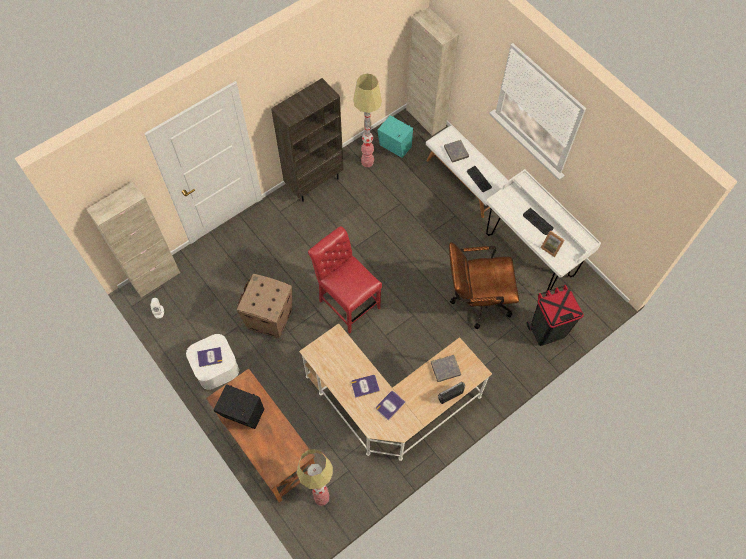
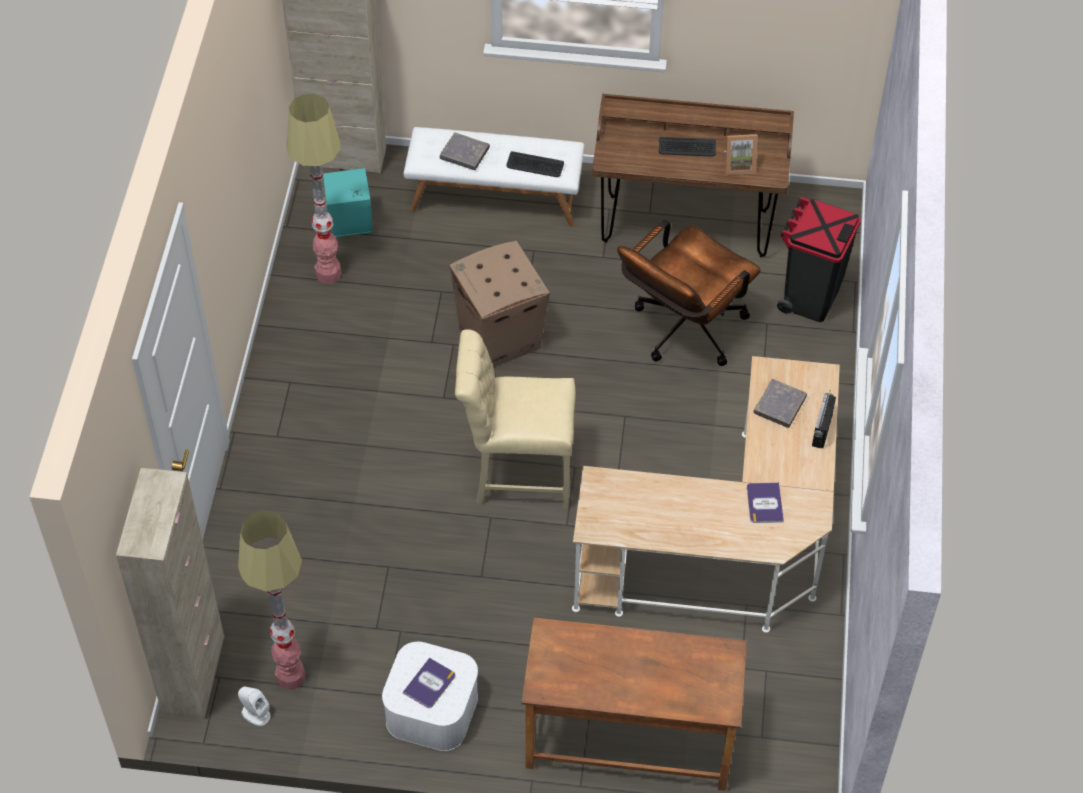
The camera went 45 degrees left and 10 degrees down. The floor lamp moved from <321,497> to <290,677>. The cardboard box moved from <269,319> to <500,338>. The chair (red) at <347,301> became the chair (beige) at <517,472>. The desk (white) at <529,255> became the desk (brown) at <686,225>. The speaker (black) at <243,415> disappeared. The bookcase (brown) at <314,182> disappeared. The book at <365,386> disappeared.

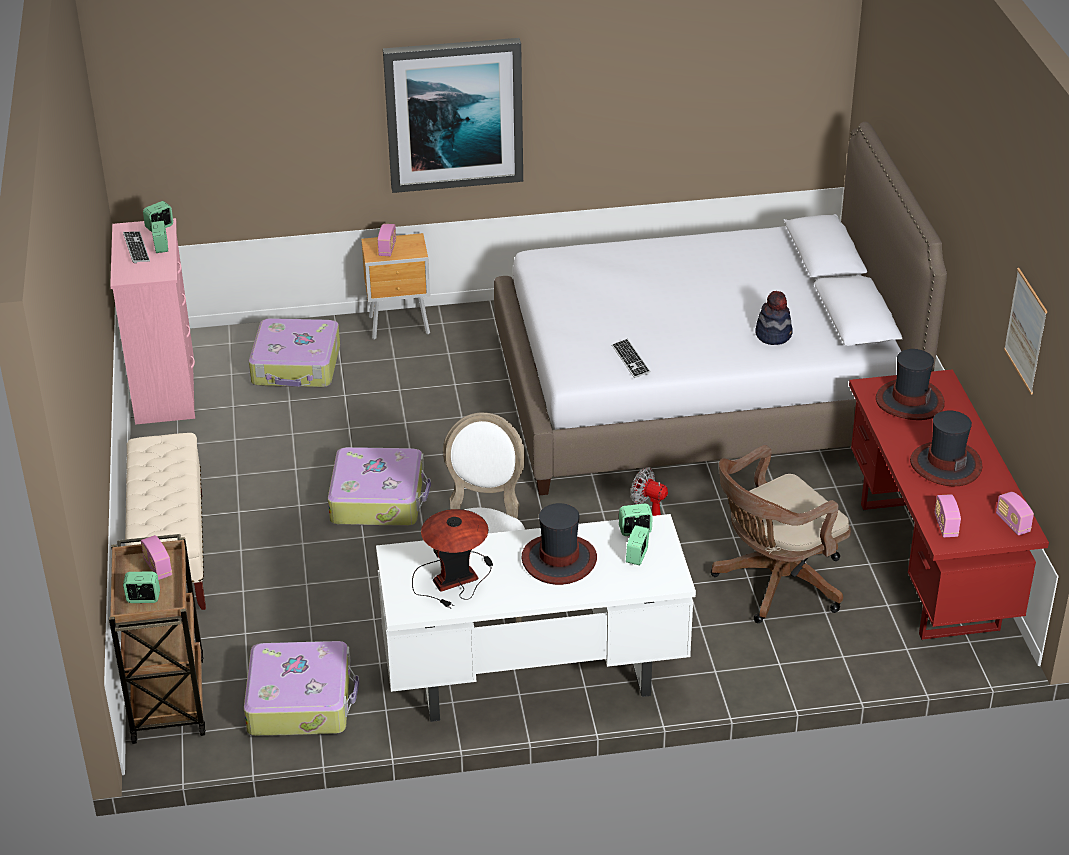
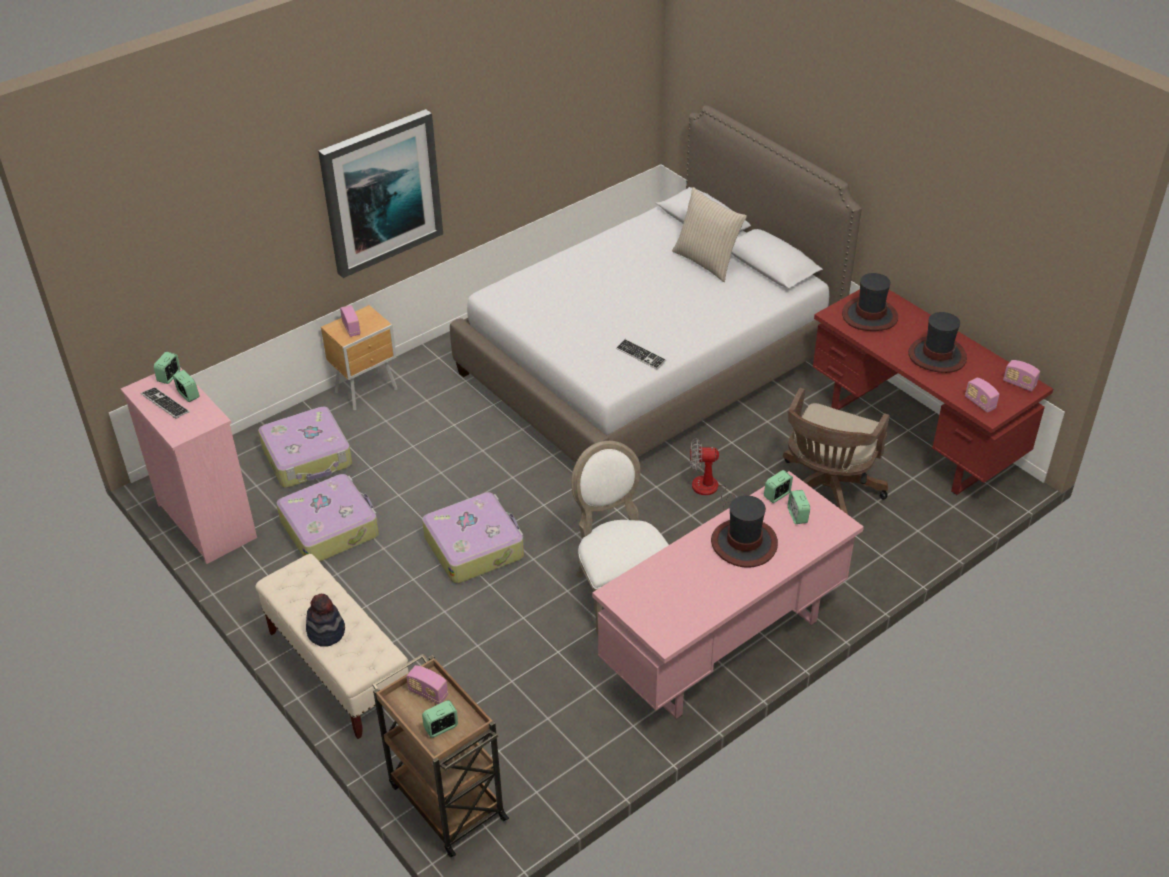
The camera went 30 degrees left and 5 degrees up. The suitcase moved from <301,700> to <330,527>. The hat moved from <773,334> to <326,631>. The desk (white) at <534,680> became the desk (pink) at <723,648>. The pillow (beige) at <706,262> appeared. The table lamp at <453,579> disappeared. The picture at <1025,331> disappeared.

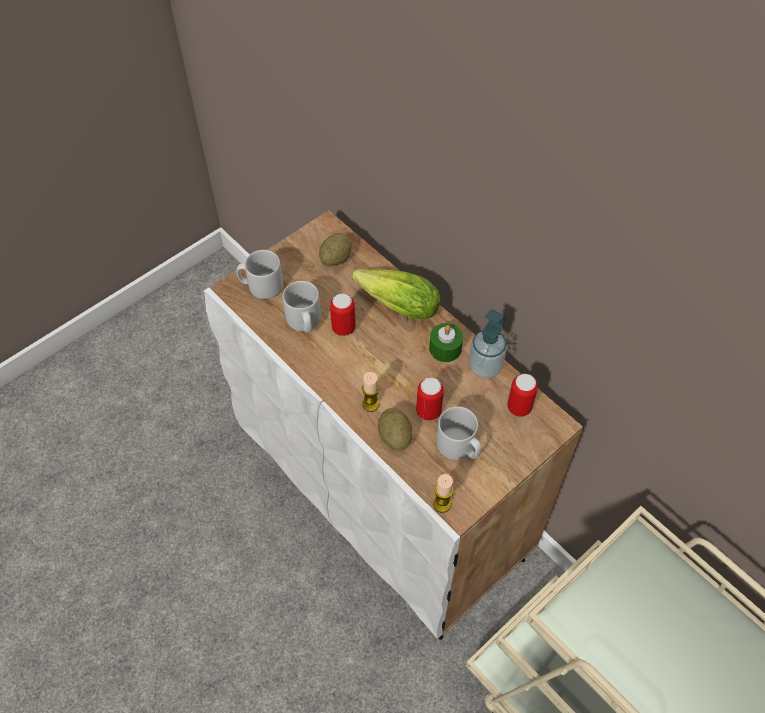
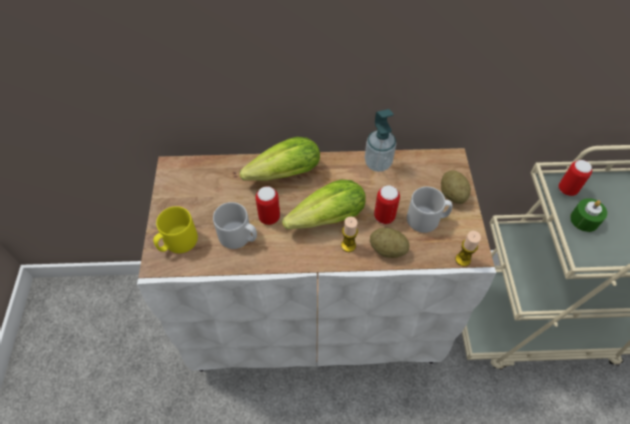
The camera went 50 degrees left and 0 degrees up. The mug (grey) at <261,286> became the mug (yellow) at <177,242>. The lettuce at <322,220> appeared. The potato moved from <336,259> to <452,194>. The can moved from <519,407> to <567,189>. The candle (green) moved from <445,348> to <584,220>.

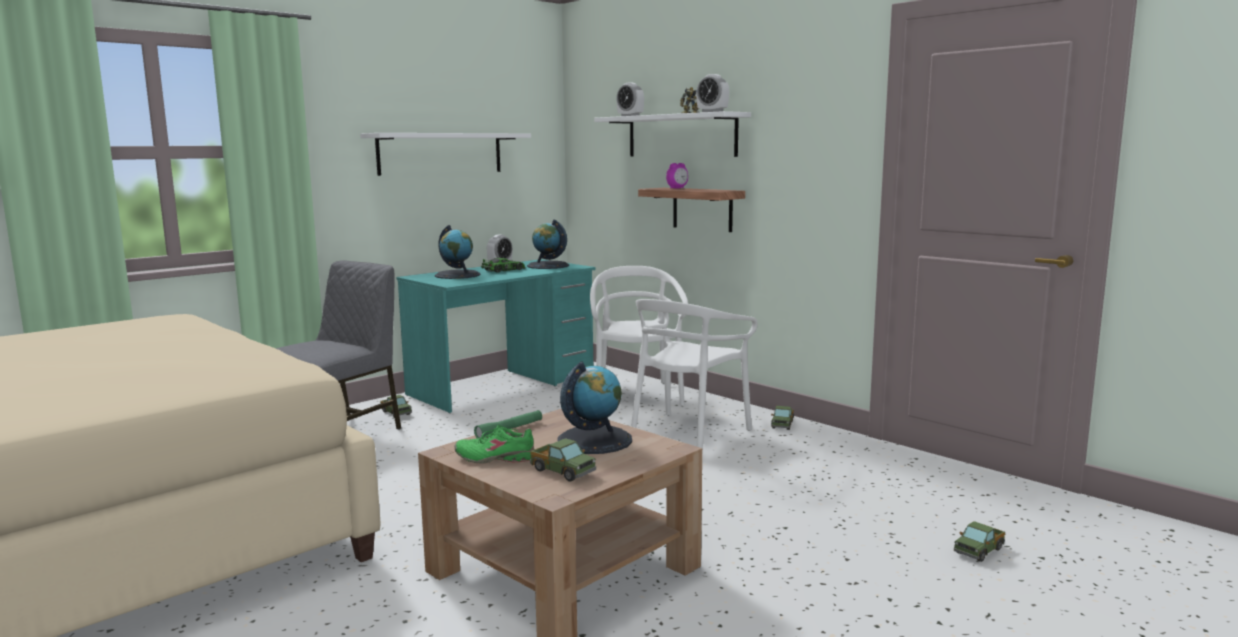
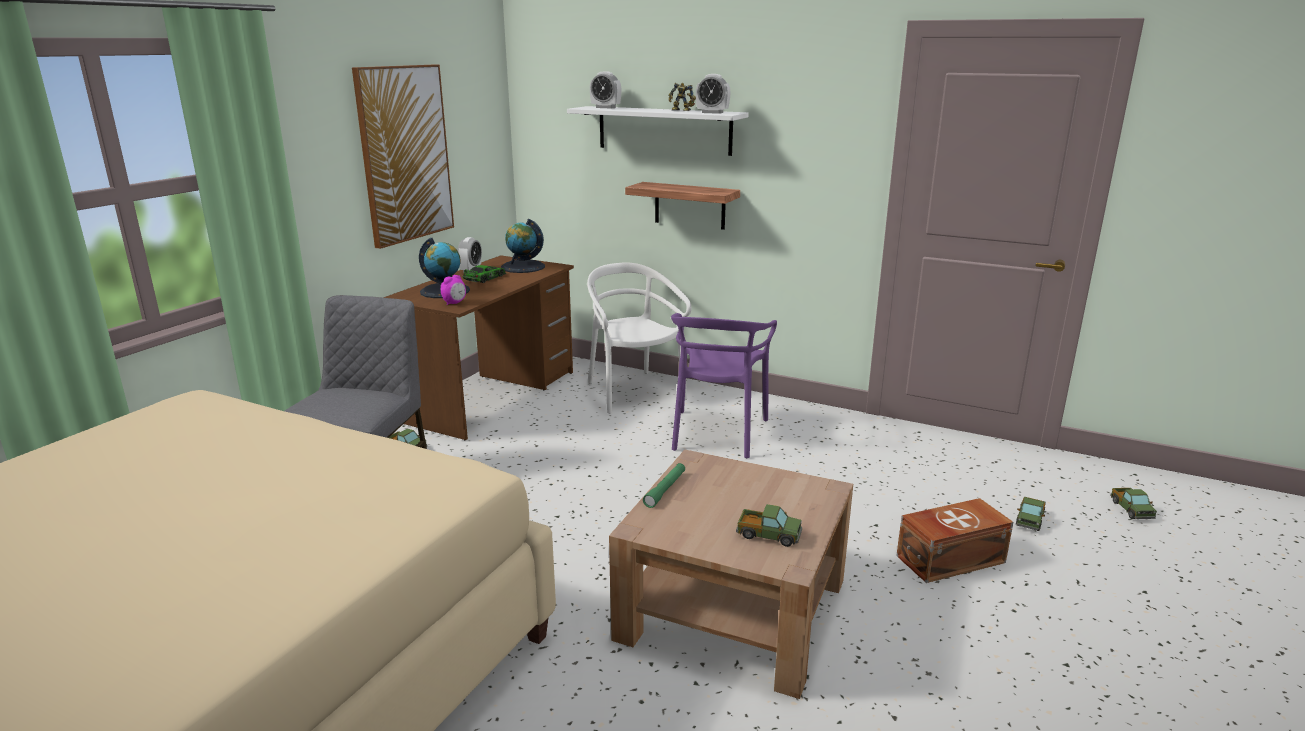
The camera went 20 degrees left and 10 degrees up. The shelf (white) at <441,153> was replaced by the picture at <405,154>. The desk (turquoise) at <503,385> became the desk (brown) at <490,396>. The alarm clock moved from <677,188> to <454,303>. The chair (white) at <688,434> became the chair (purple) at <717,433>. The storage box (brown) at <948,558> appeared. The toy truck moved from <782,424> to <1131,510>. The shoe (green) at <495,458> disappeared. The globe at <594,440> disappeared.

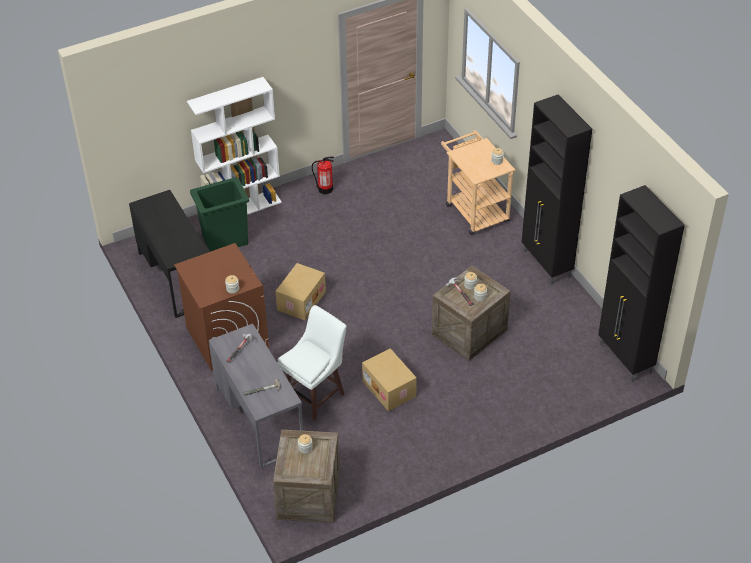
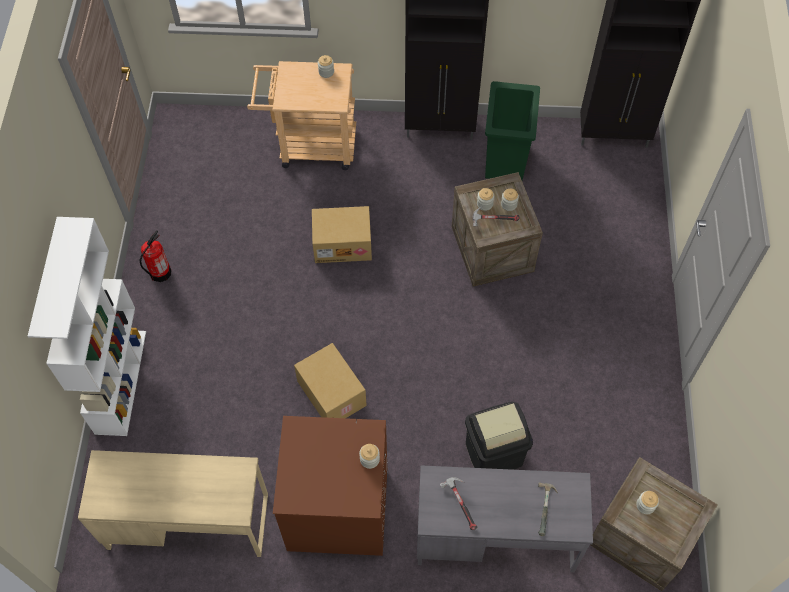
The camera went 60 degrees left and 15 degrees up. The desk (black) at <177,277> became the desk (beige) at <188,520>. The cardboard box moved from <390,389> to <343,243>. The stool (white) at <315,395> was replaced by the trash can (black) at <493,453>. The trash can (green) moved from <224,240> to <504,160>.

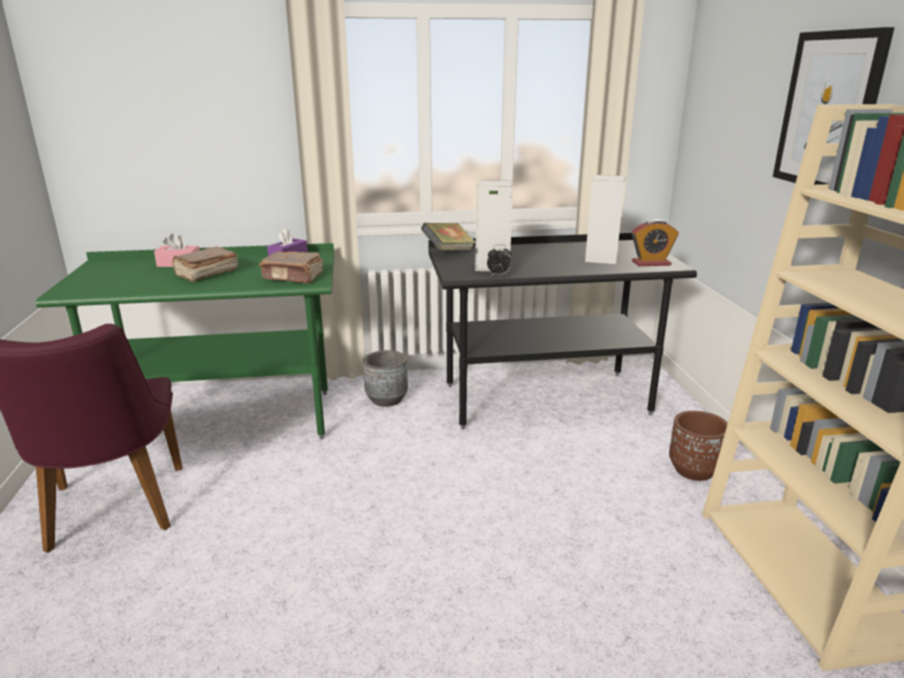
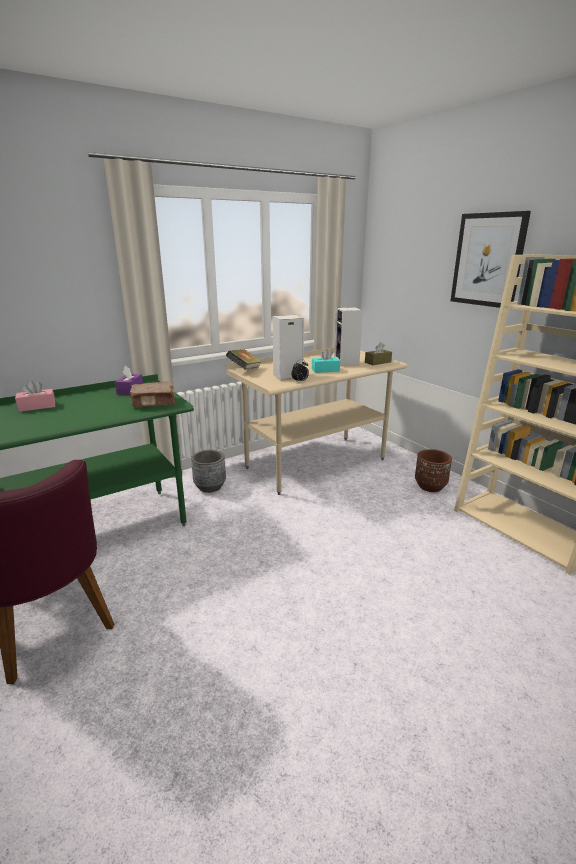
The camera went 25 degrees left and 0 degrees up. The desk (black) at <545,399> became the desk (beige) at <315,463>. The tissue box (turquoise) at <325,370> appeared. The alarm clock at <651,263> was replaced by the tissue box (brown) at <378,362>. The book (brown) at <206,274> disappeared.

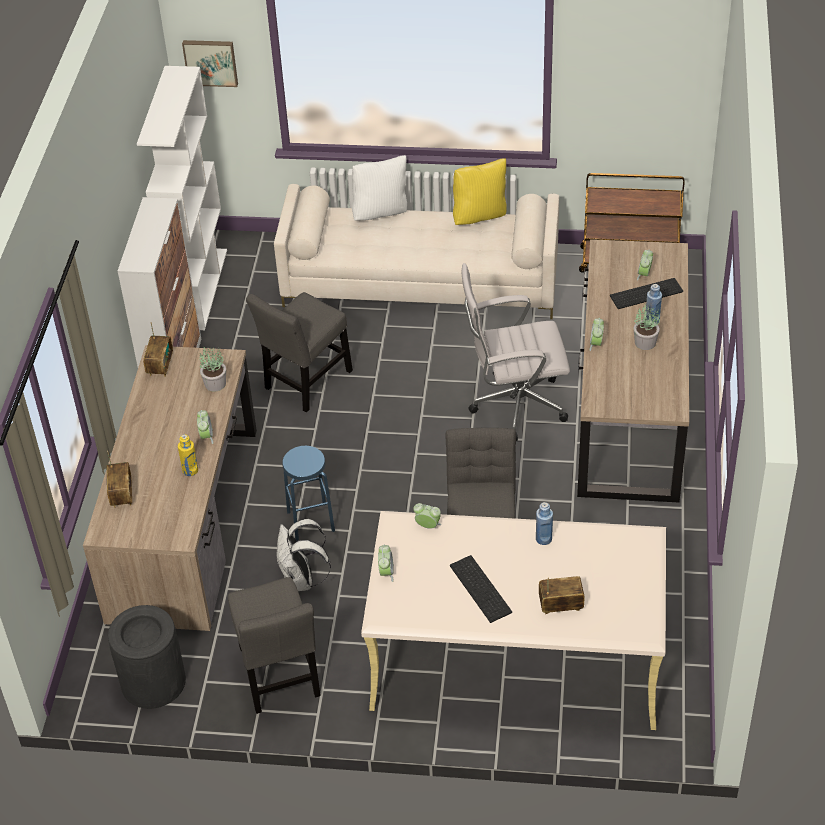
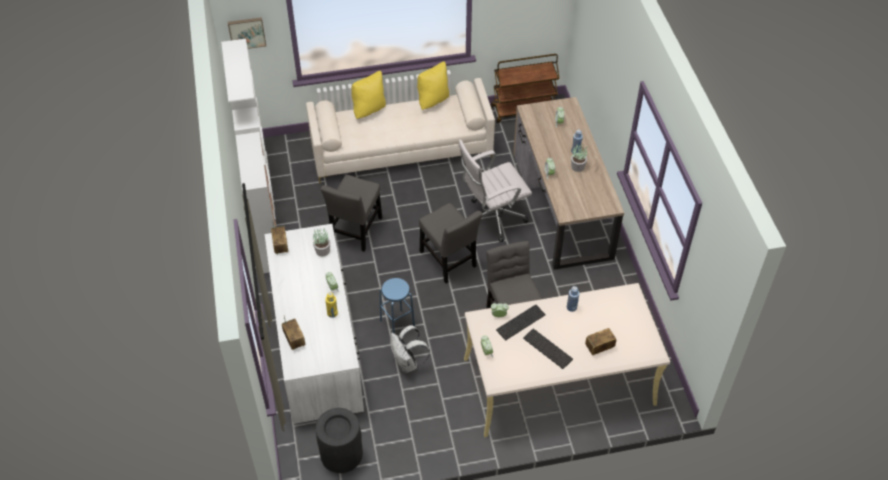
The camera went 20 degrees left and 5 degrees up. The desk (brown) at <184,523> became the desk (white) at <317,343>. The pillow (white) at <380,212> became the pillow (yellow) at <369,109>. The chair (grey) moved from <279,676> to <449,261>. The keyboard moved from <646,293> to <520,321>.

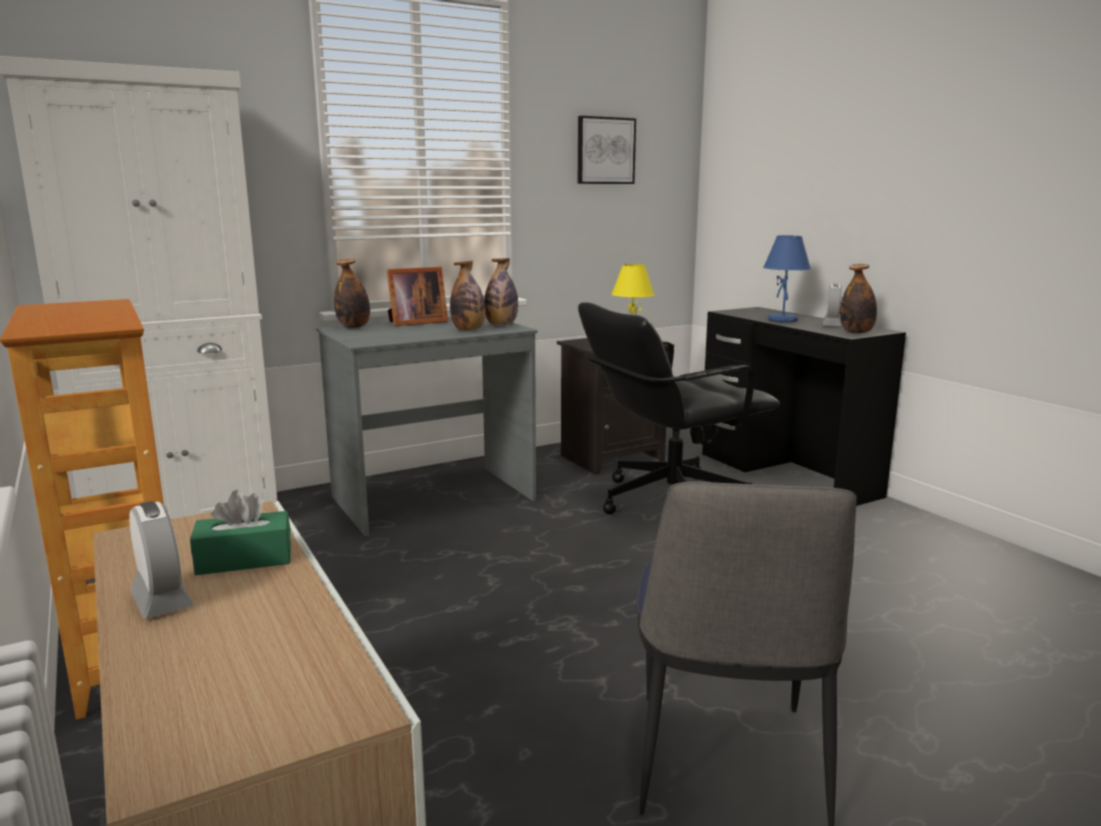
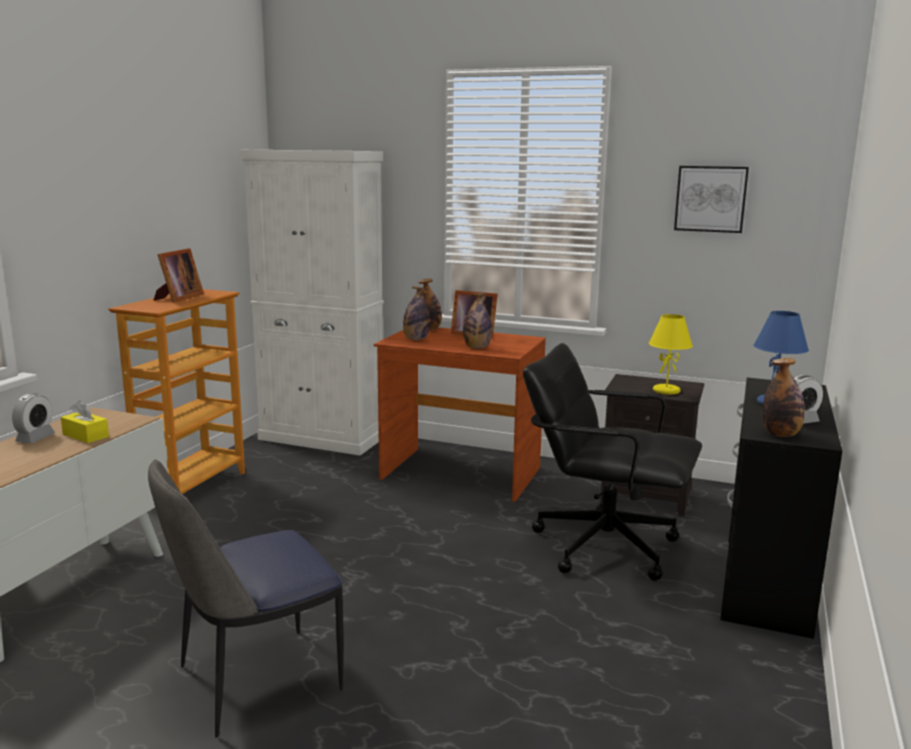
The camera went 50 degrees right and 0 degrees up. The tissue box (green) at <244,559> became the tissue box (yellow) at <85,435>. The picture frame at <178,298> appeared. The desk (grey) at <433,499> became the desk (brown) at <460,474>. The bottle moved from <501,325> to <416,339>.

